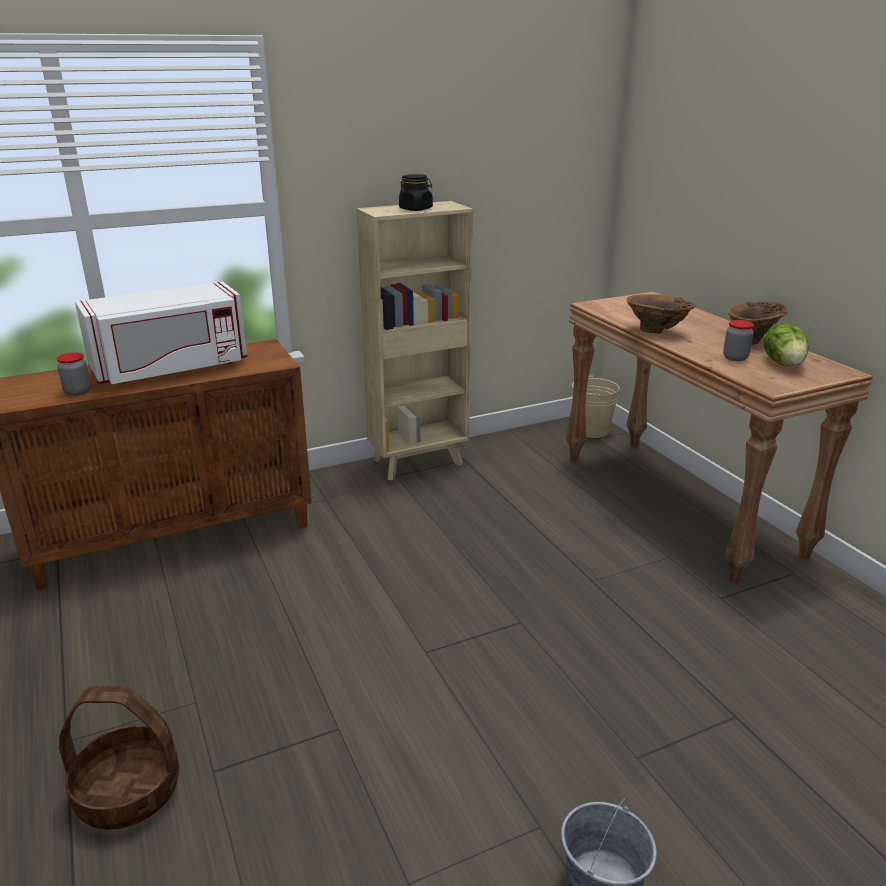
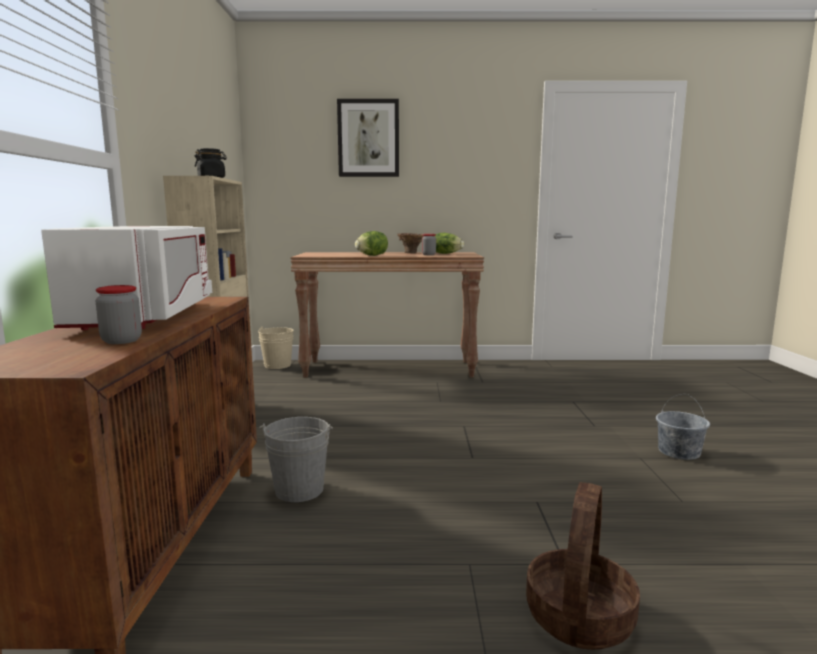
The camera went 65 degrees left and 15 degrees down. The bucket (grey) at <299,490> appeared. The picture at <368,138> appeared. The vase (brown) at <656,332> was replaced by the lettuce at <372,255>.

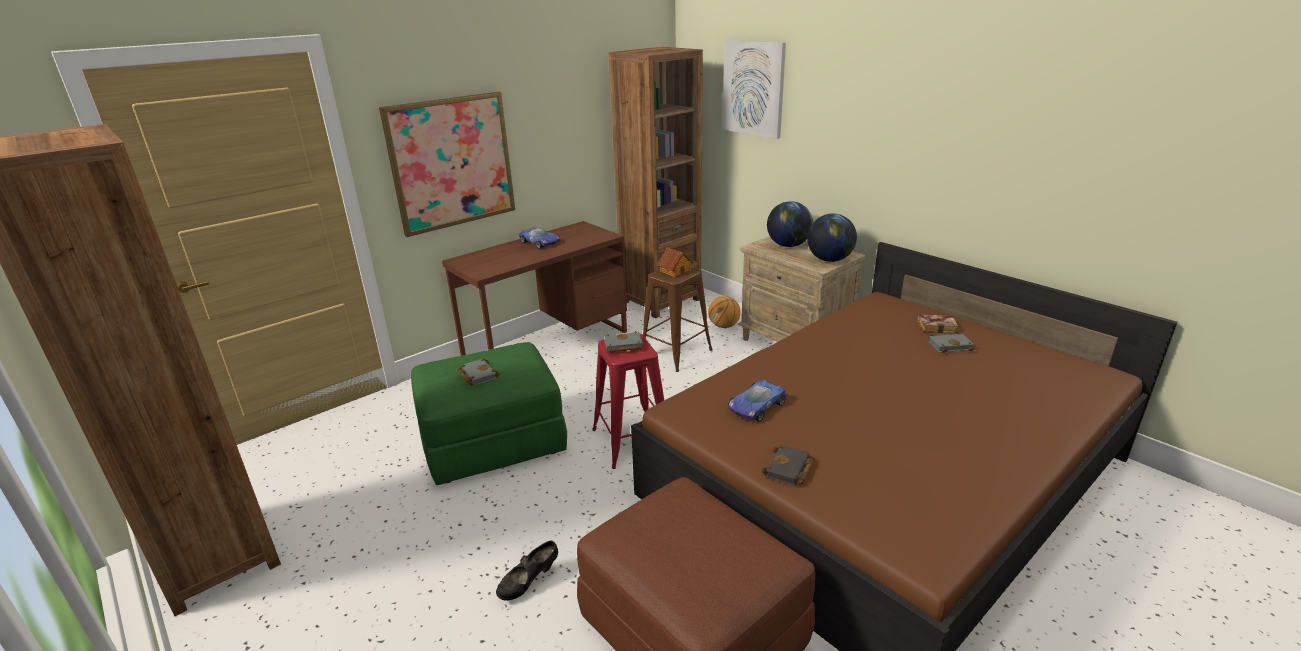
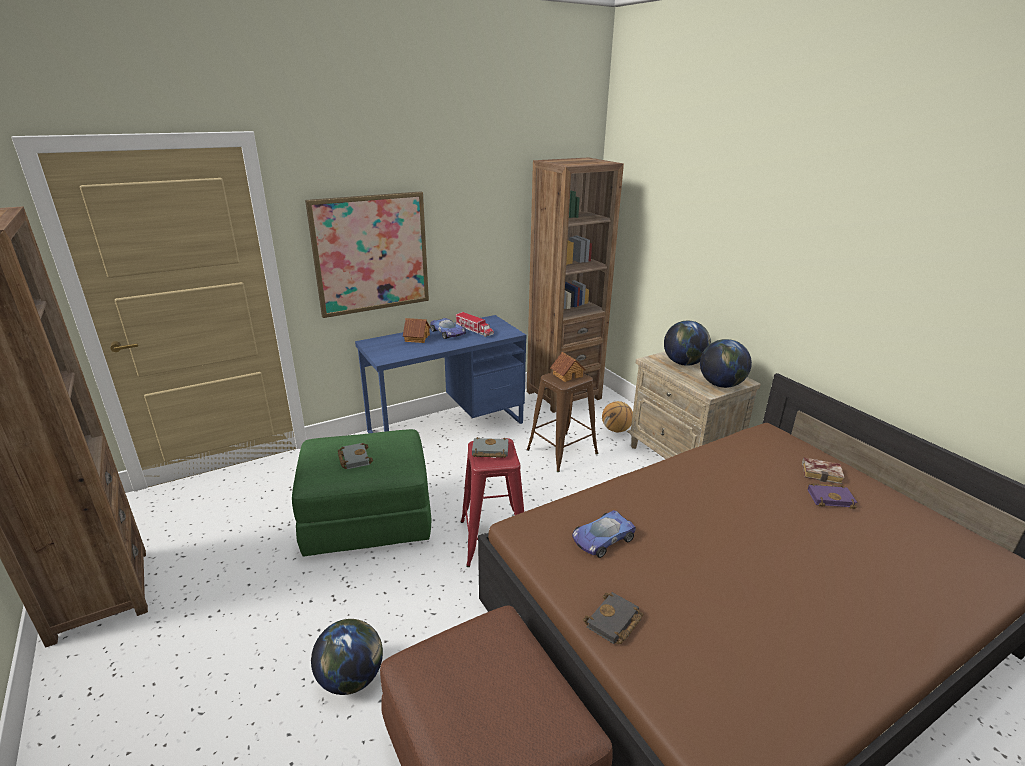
The camera went 10 degrees right and 0 degrees up. The shoe (black) at <529,583> was replaced by the globe at <351,678>. The desk (brown) at <547,345> became the desk (blue) at <447,427>. The toy house at <416,338> appeared. The toy truck at <474,330> appeared. The book (grey) at <950,345> became the book (purple) at <831,498>. The picture at <754,88> disappeared.

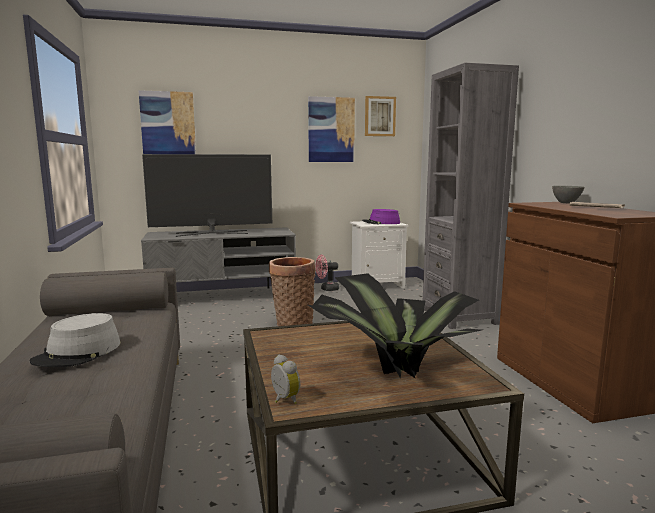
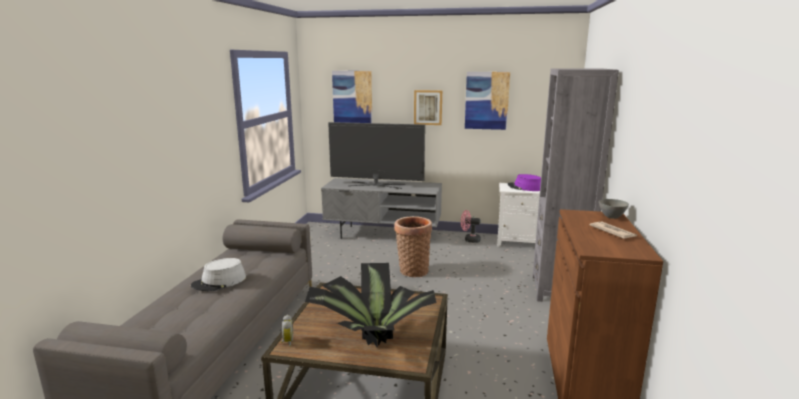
The camera went 25 degrees right and 5 degrees up. The picture moved from <379,116> to <428,107>.

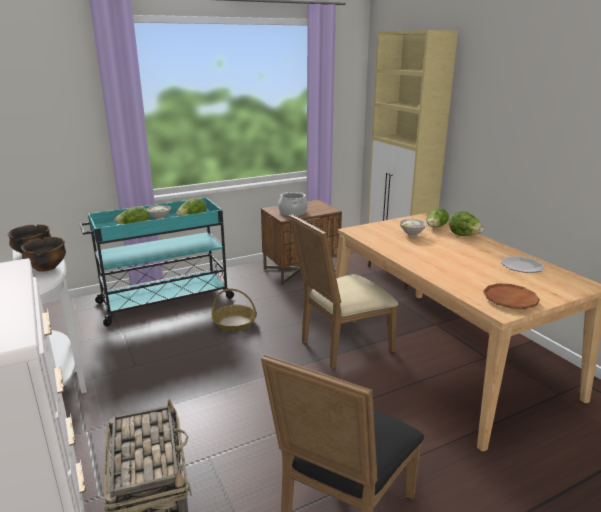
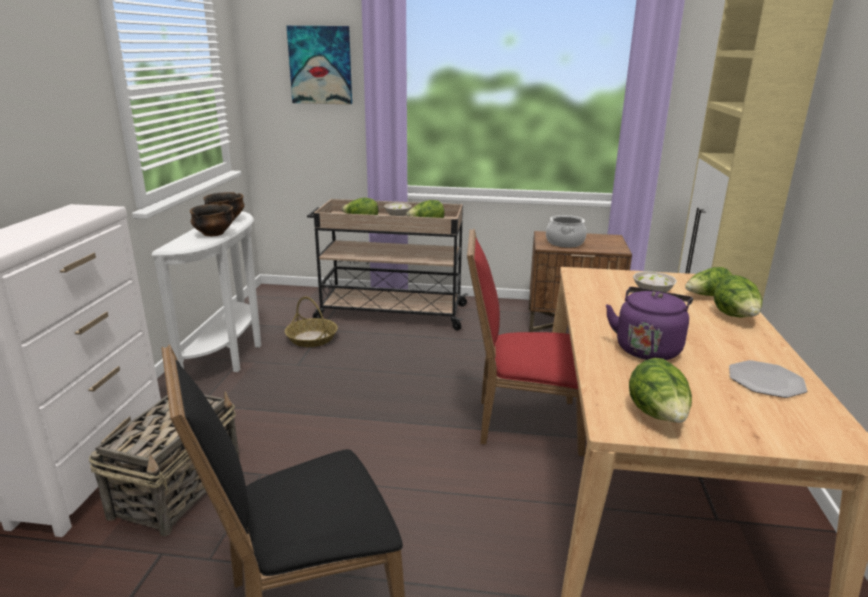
The camera went 35 degrees right and 0 degrees up. The basket moved from <235,323> to <312,338>. The picture at <320,65> appeared. The cart (turquoise) at <164,301> became the cart (beige) at <390,313>. The chair (beige) at <341,346> became the chair (red) at <521,423>. The kettle (purple) at <647,348> appeared. The plate (brown) at <510,300> was replaced by the lettuce at <657,416>.

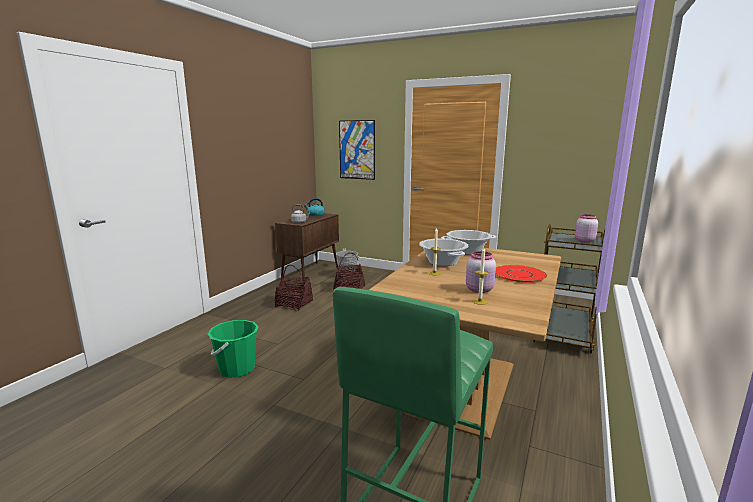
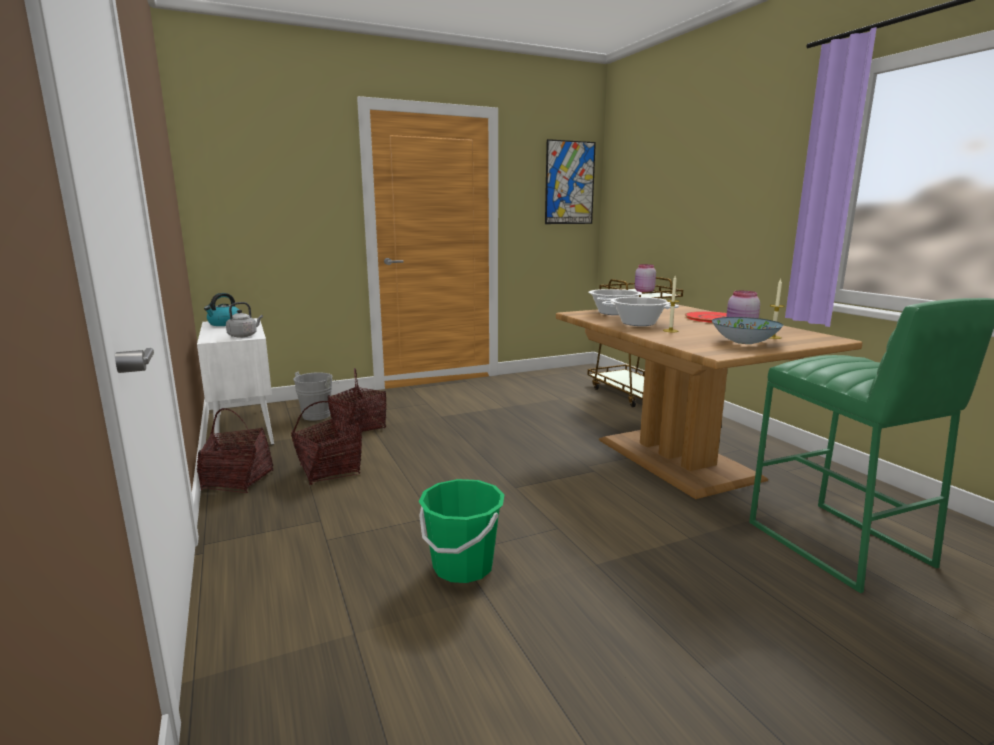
The camera went 50 degrees left and 0 degrees up. The cabinet (brown) at <311,272> became the cabinet (white) at <243,428>. The basket at <237,480> appeared. The picture moved from <357,150> to <569,183>. The bowl at <744,342> appeared.

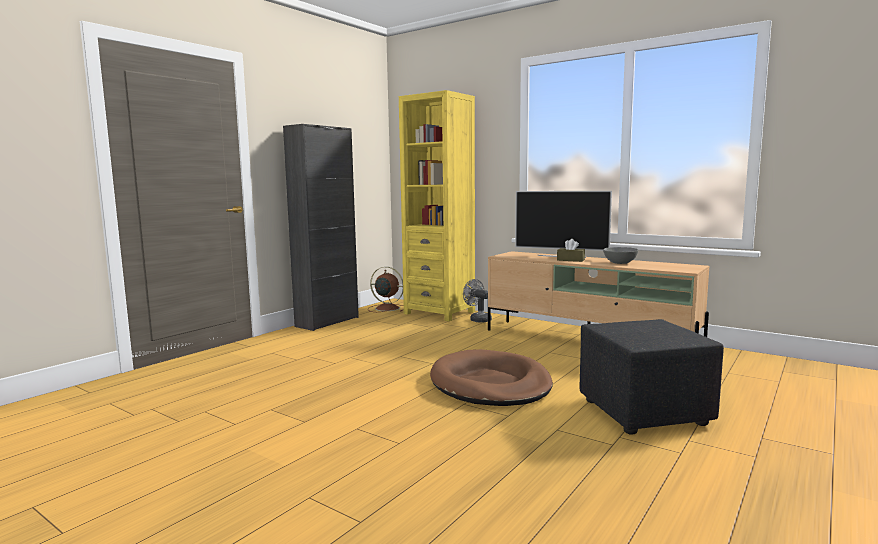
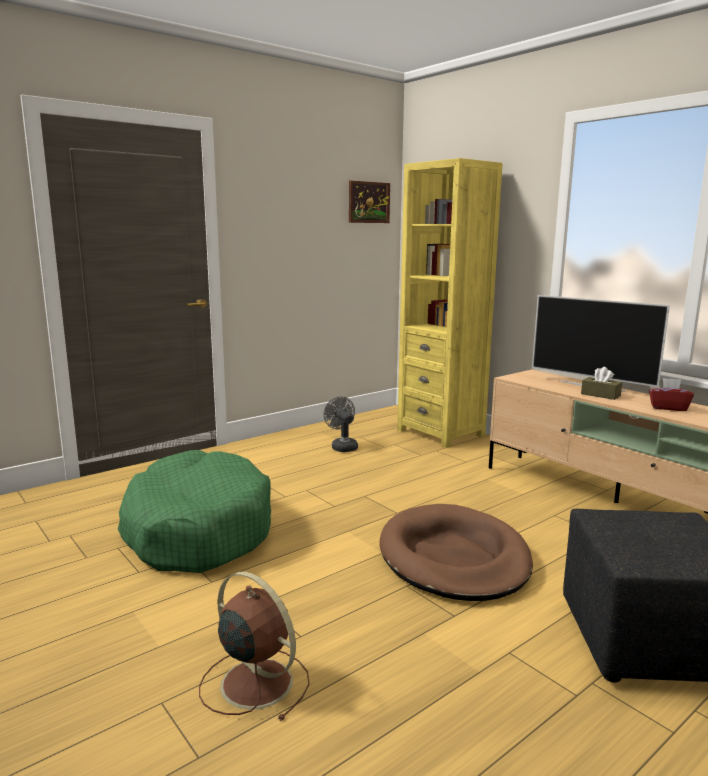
The camera went 15 degrees right and 5 degrees up. The dog bed (green) at <197,530> appeared. The fan (brown) moved from <386,308> to <254,681>. The fan (grey) moved from <478,319> to <342,446>. The picture at <369,202> appeared. The bowl (grey) at <620,263> was replaced by the tissue box (red) at <668,407>. The cabinet (black) at <327,322> disappeared.

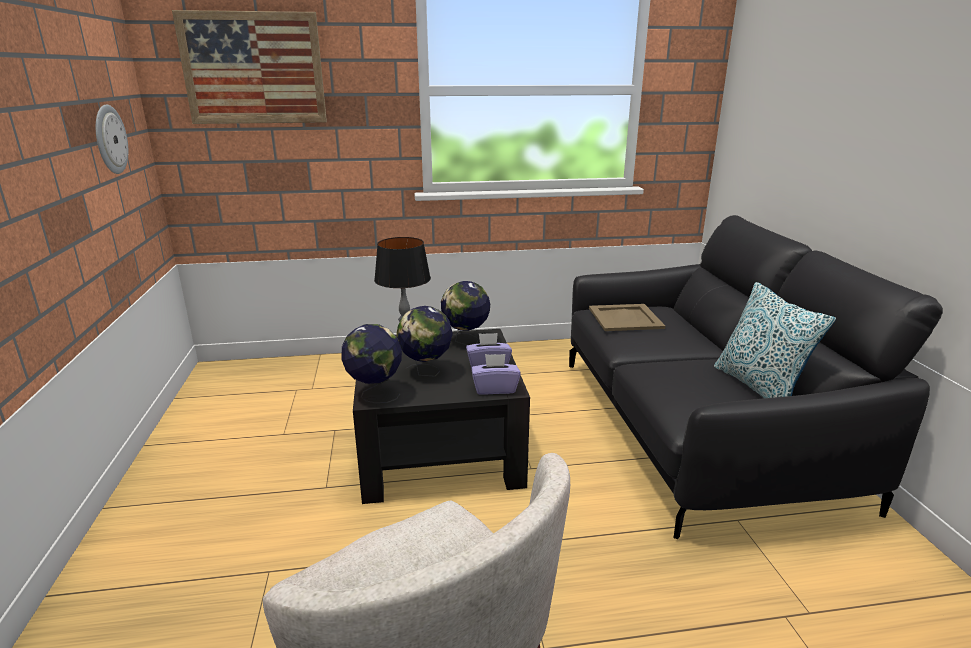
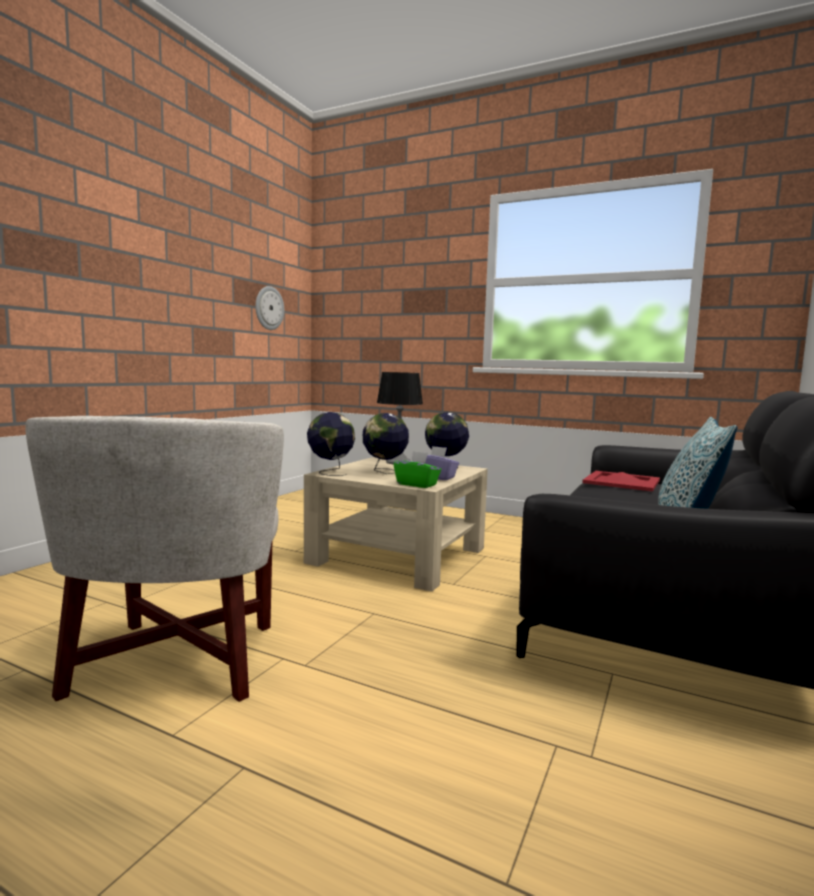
The camera went 35 degrees right and 15 degrees down. The coffee table (black) at <439,448> became the coffee table (beige) at <398,555>. The tissue box (purple) at <495,388> became the tissue box (green) at <417,484>. The tray (beige) at <625,318> became the tray (red) at <622,481>. The picture at <253,69> disappeared.

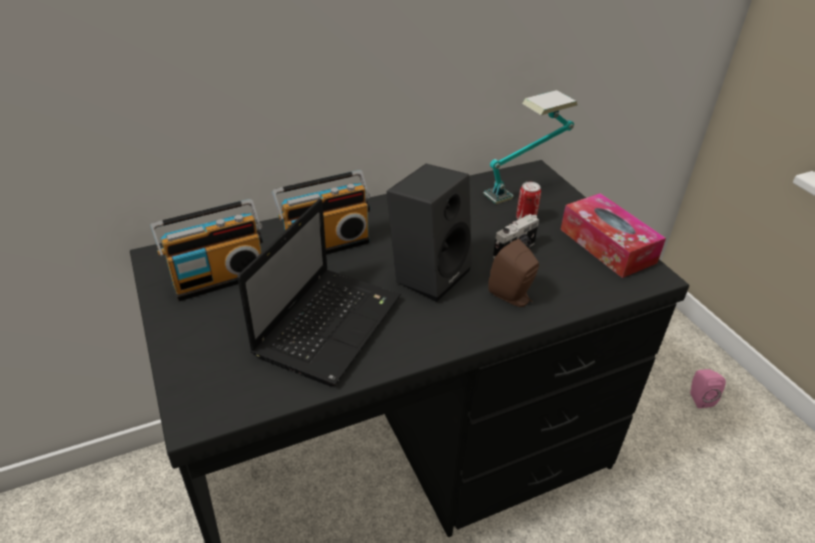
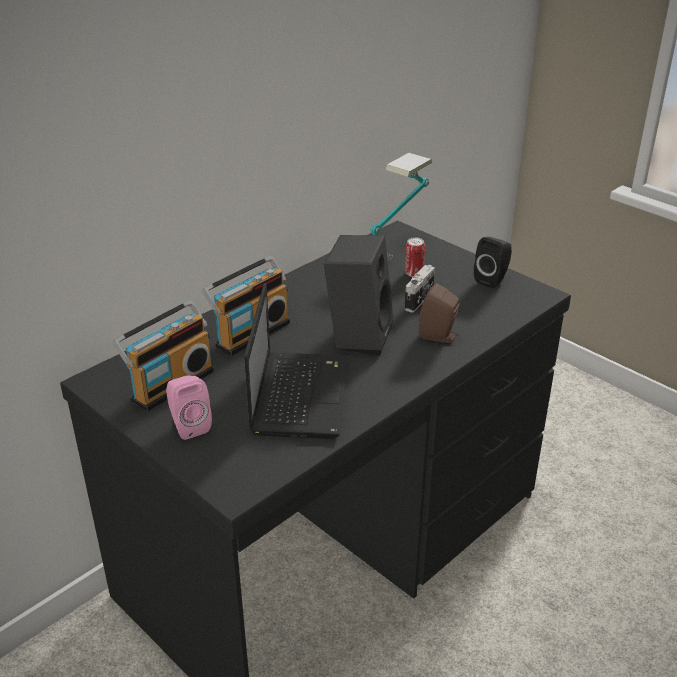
The camera went 20 degrees left and 5 degrees down. The speaker (pink) moved from <698,398> to <189,426>. The tissue box at <607,246> was replaced by the speaker (black) at <492,280>.

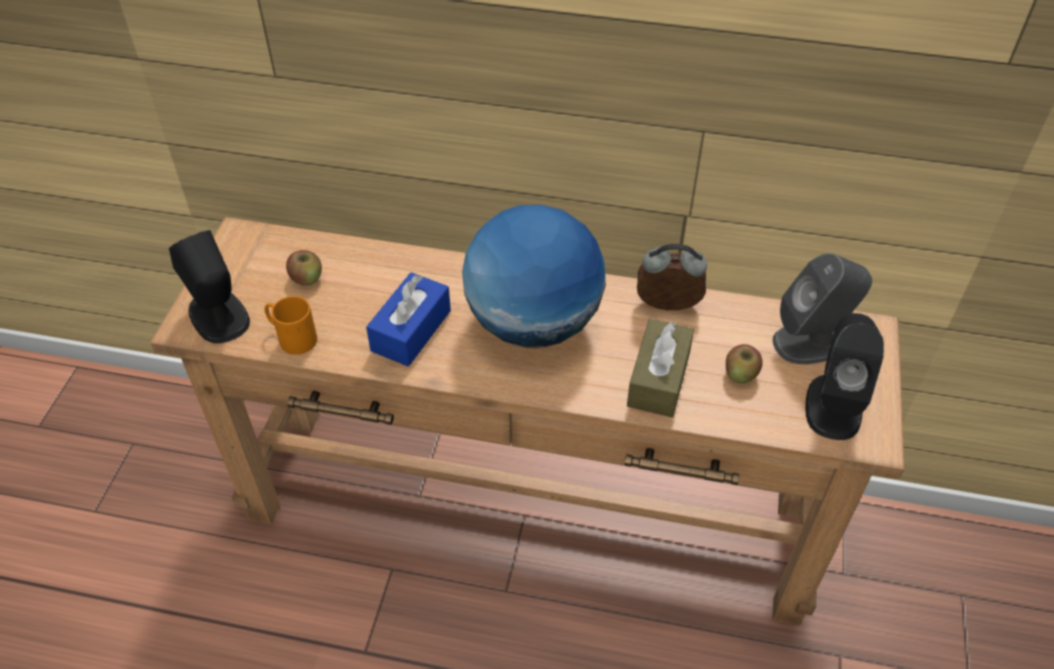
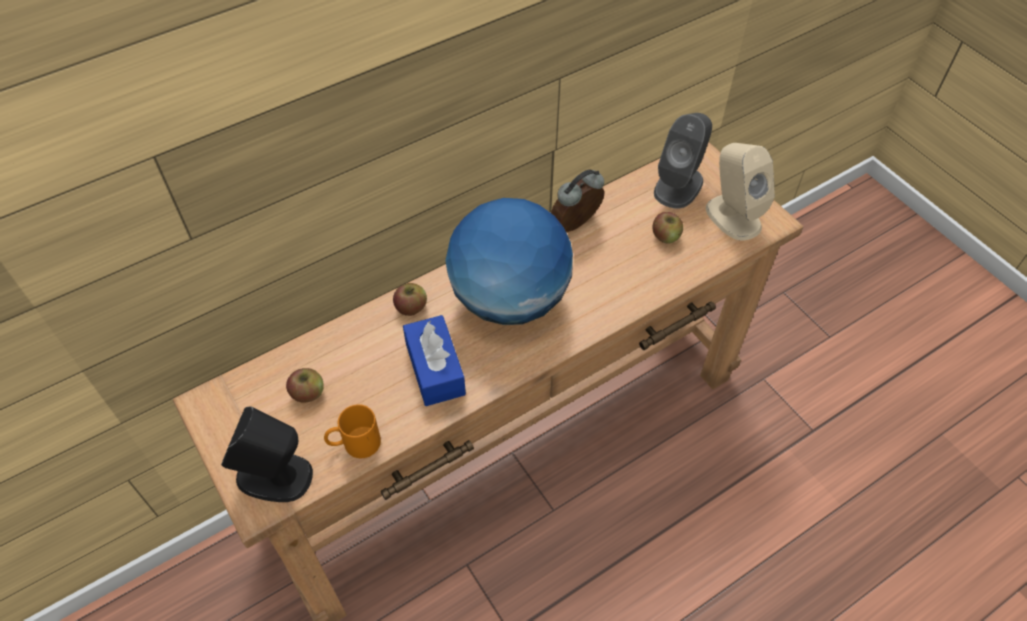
The camera went 45 degrees left and 5 degrees up. The apple at <411,307> appeared. The speaker (black) at <834,405> became the speaker (beige) at <732,216>. The tissue box (brown) at <658,379> disappeared.

